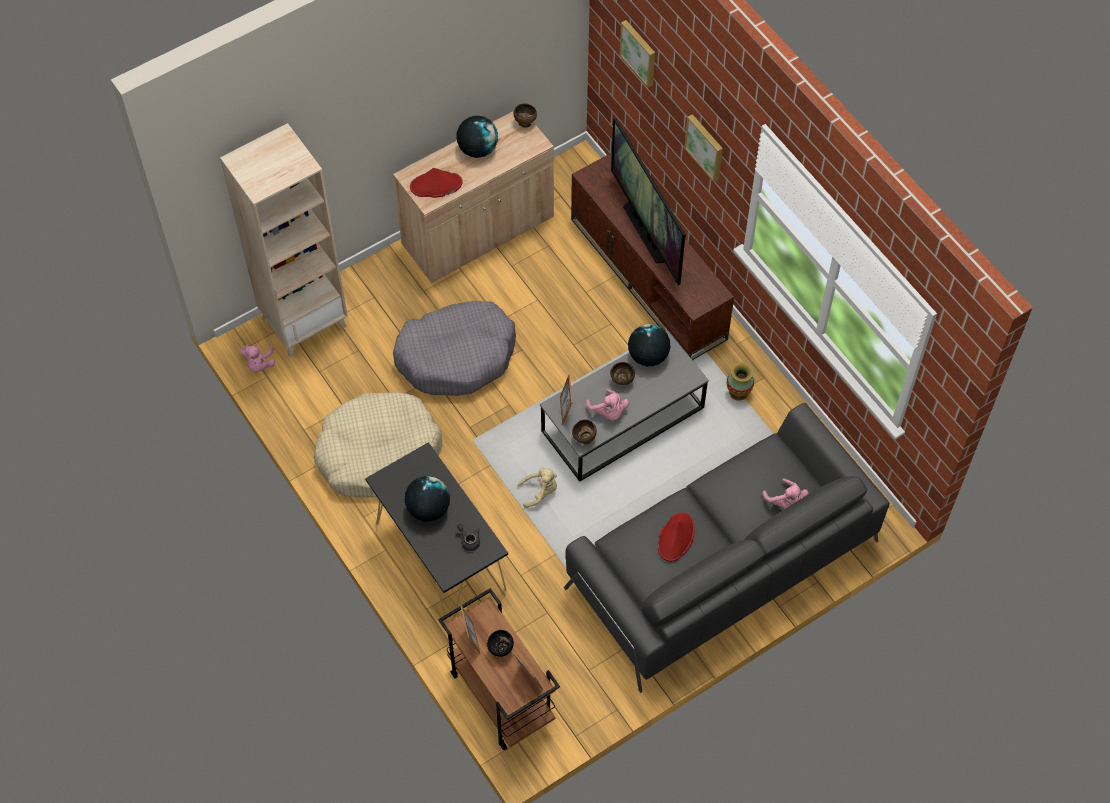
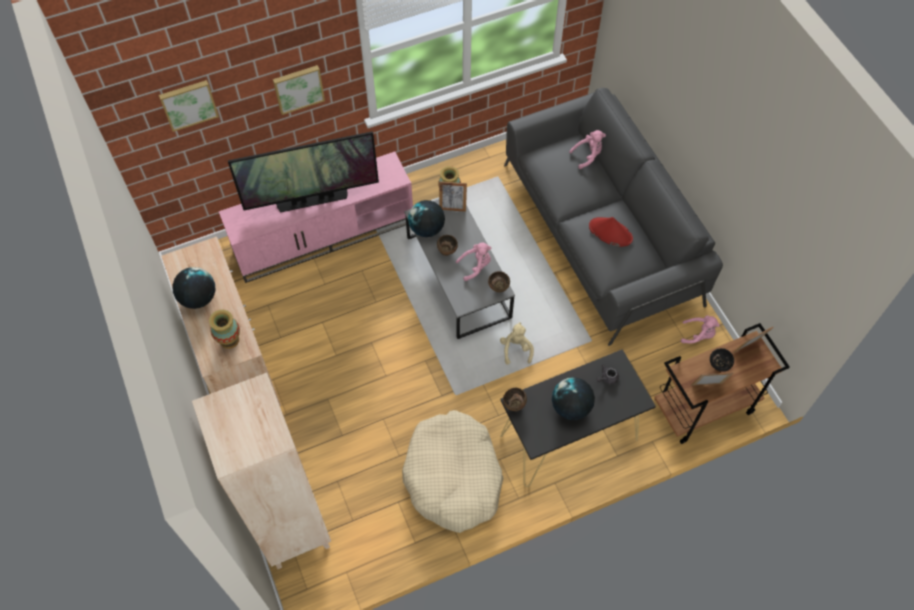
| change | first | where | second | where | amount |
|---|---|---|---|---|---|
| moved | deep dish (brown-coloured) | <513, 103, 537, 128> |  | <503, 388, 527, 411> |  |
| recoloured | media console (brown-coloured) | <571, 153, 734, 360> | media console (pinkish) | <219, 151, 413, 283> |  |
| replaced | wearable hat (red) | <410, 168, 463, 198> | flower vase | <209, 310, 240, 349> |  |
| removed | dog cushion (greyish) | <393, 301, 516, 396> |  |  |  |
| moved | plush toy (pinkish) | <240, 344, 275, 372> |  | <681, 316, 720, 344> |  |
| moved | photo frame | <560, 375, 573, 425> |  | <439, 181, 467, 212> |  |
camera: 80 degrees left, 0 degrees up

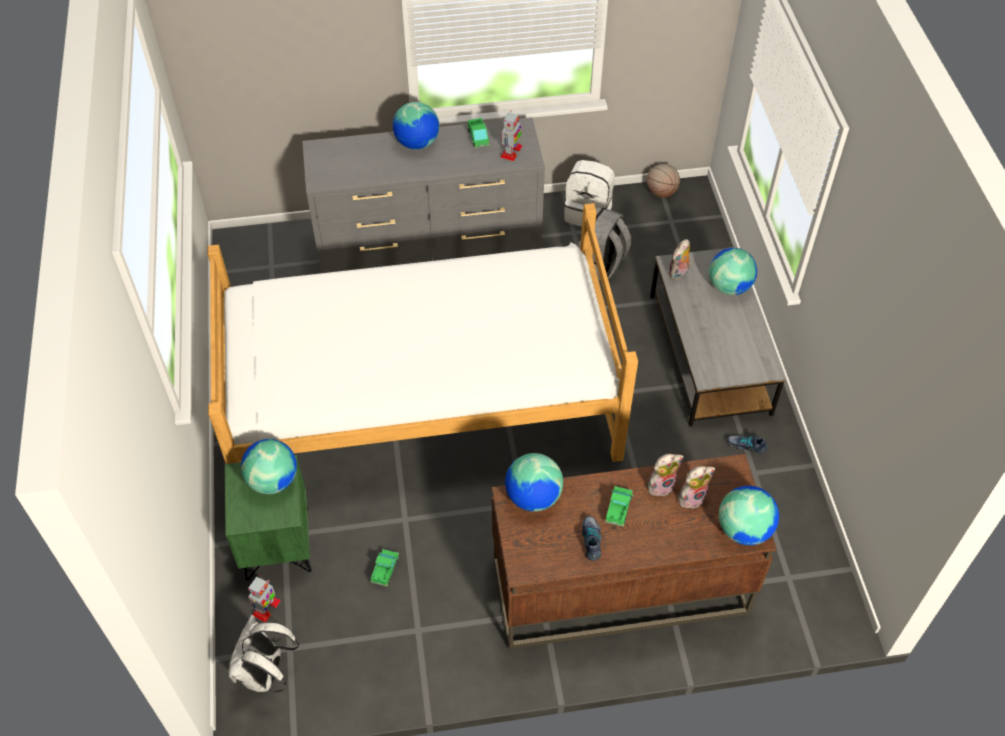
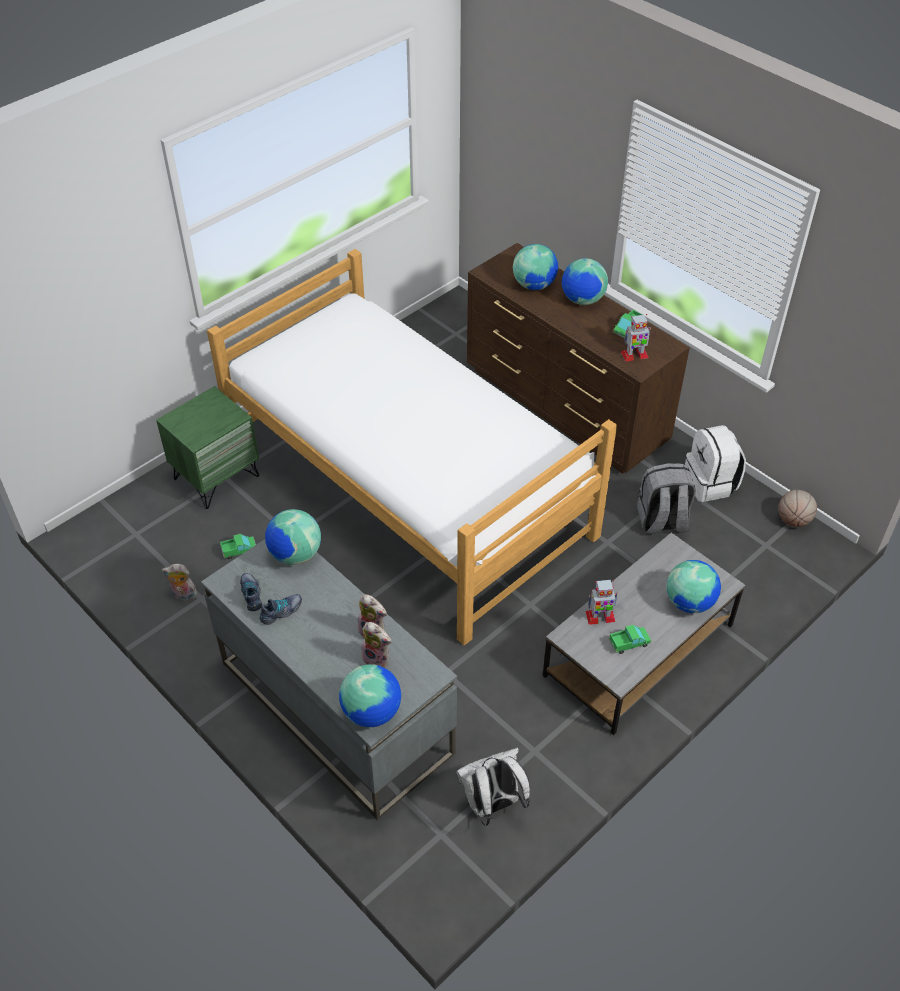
| change | first | where | second | where | amount |
|---|---|---|---|---|---|
| recoloured | drawer chest (greyish) | <302, 117, 545, 273> | drawer chest (brown-coloured) | <467, 243, 690, 474> |  |
| moved | plush toy | <668, 239, 691, 280> |  | <162, 564, 197, 601> |  |
| moved | shoe | <727, 435, 767, 454> |  | <240, 573, 262, 611> |  |
| moved | desk globe | <241, 439, 297, 494> |  | <513, 244, 558, 290> |  |
| recoloured | desk (brown-coloured) | <492, 454, 777, 650> | desk (greyish) | <201, 539, 457, 820> |  |
| moved | toy truck | <605, 486, 634, 527> |  | <609, 625, 652, 654> |  |
| moved | robot figure | <248, 574, 281, 622> |  | <586, 580, 618, 625> |  |
| moved | rucksack (whitish) | <229, 615, 299, 692> |  | <456, 748, 530, 826> |  |
camera: 55 degrees right, 5 degrees down

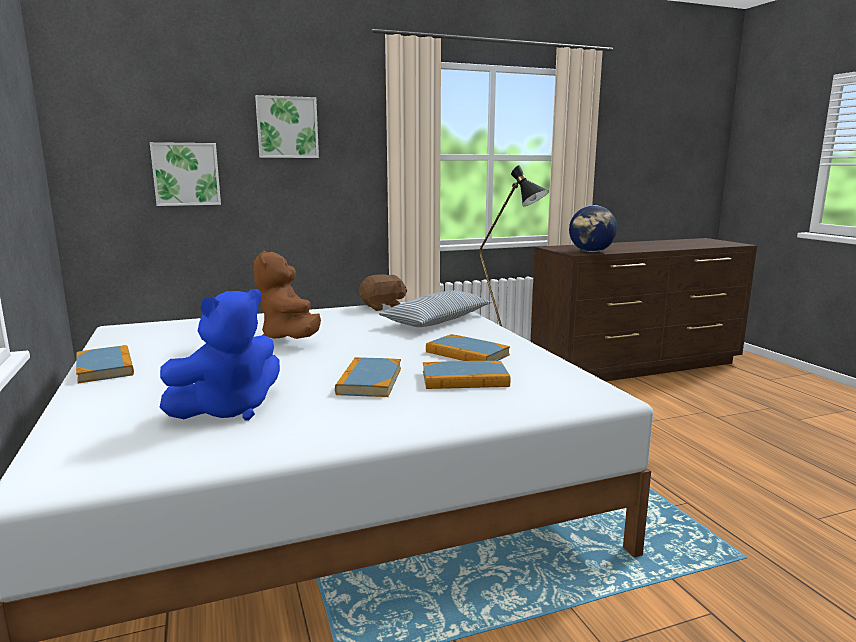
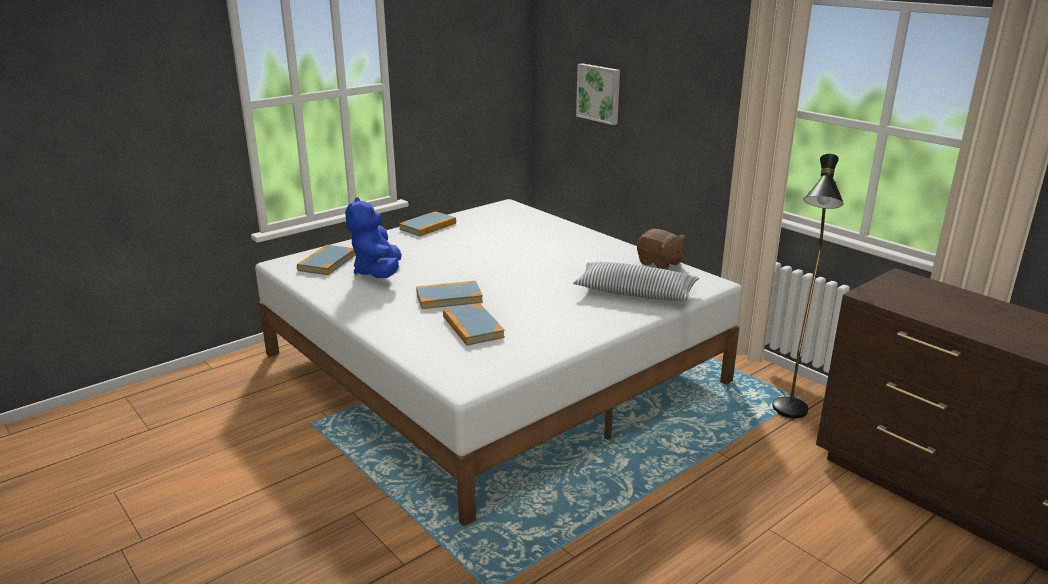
| change | first | where | second | where | amount |
|---|---|---|---|---|---|
| removed | picture | <255, 95, 319, 158> |  |  |  |
| removed | desk globe | <569, 205, 617, 252> |  |  |  |
| removed | plush toy (brown-coloured) | <254, 251, 321, 339> |  |  |  |
| turned | plush toy (bluish) | <159, 289, 280, 420> |  | <345, 197, 402, 278> | 60 degrees clockwise |
| moved | bound book | <426, 334, 510, 361> |  | <297, 245, 355, 275> |  |
camera: 70 degrees right, 10 degrees up

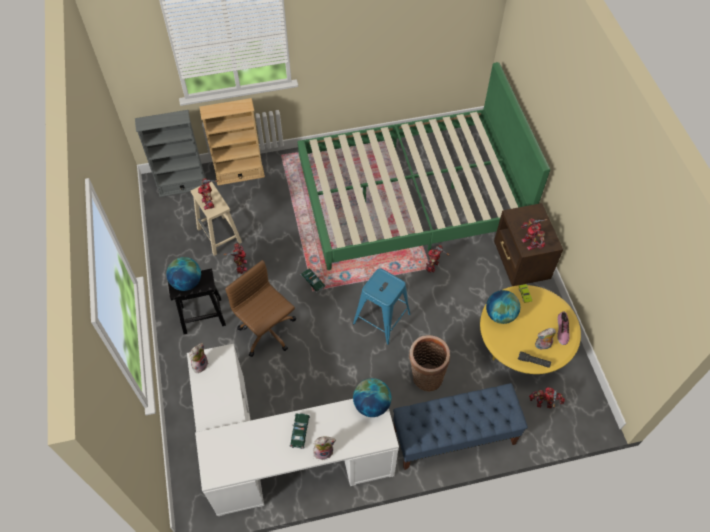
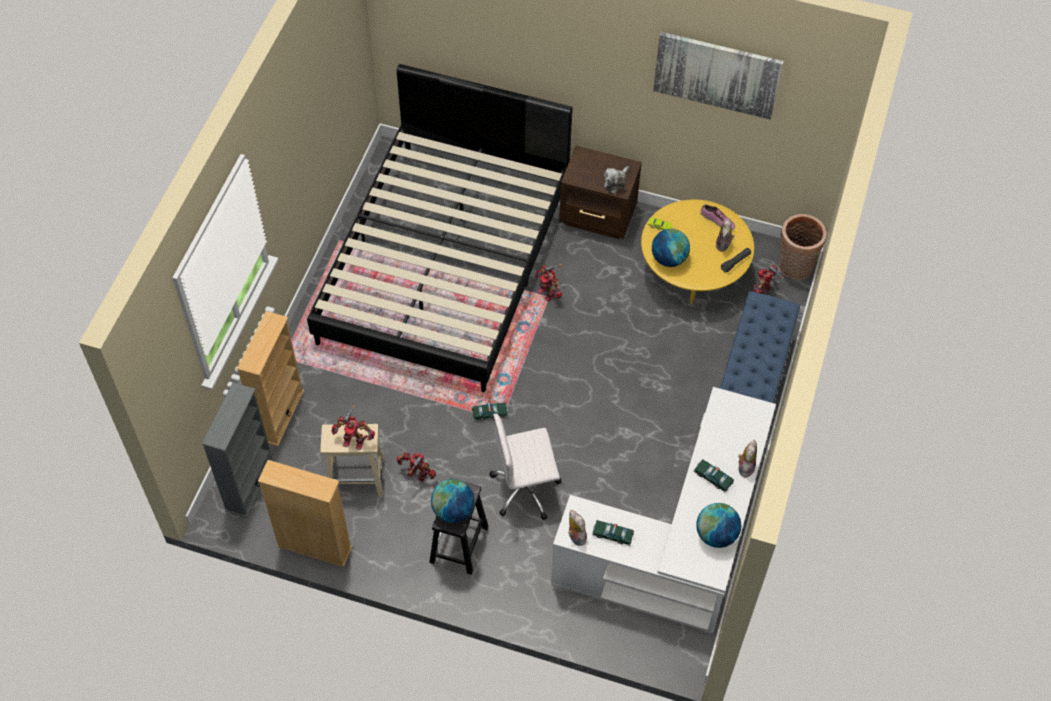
| change | first | where | second | where | amount |
|---|---|---|---|---|---|
| recoloured | bedroom bed (greenish) | <298, 62, 550, 270> | bedroom bed (black) | <307, 64, 573, 392> |  |
| replaced | robot figure | <521, 218, 548, 250> | plush toy | <604, 166, 629, 194> |  |
| recoloured | computer chair (brown-coloured) | <225, 260, 296, 357> | computer chair (whitish) | <490, 414, 561, 520> |  |
| removed | sitting stool (bluish) | <353, 268, 410, 345> |  |  |  |
| moved | storage basket | <409, 335, 450, 392> |  | <779, 214, 827, 280> |  |
| moved | desk globe | <353, 378, 391, 417> |  | <696, 503, 741, 548> |  |
| added |  |  | picture | <653, 32, 784, 120> |  |
| added |  |  | bookshelf (sand-coloured) | <258, 460, 352, 567> |  |
| added |  |  | model car | <592, 520, 634, 546> |  |
camera: 60 degrees left, 0 degrees up

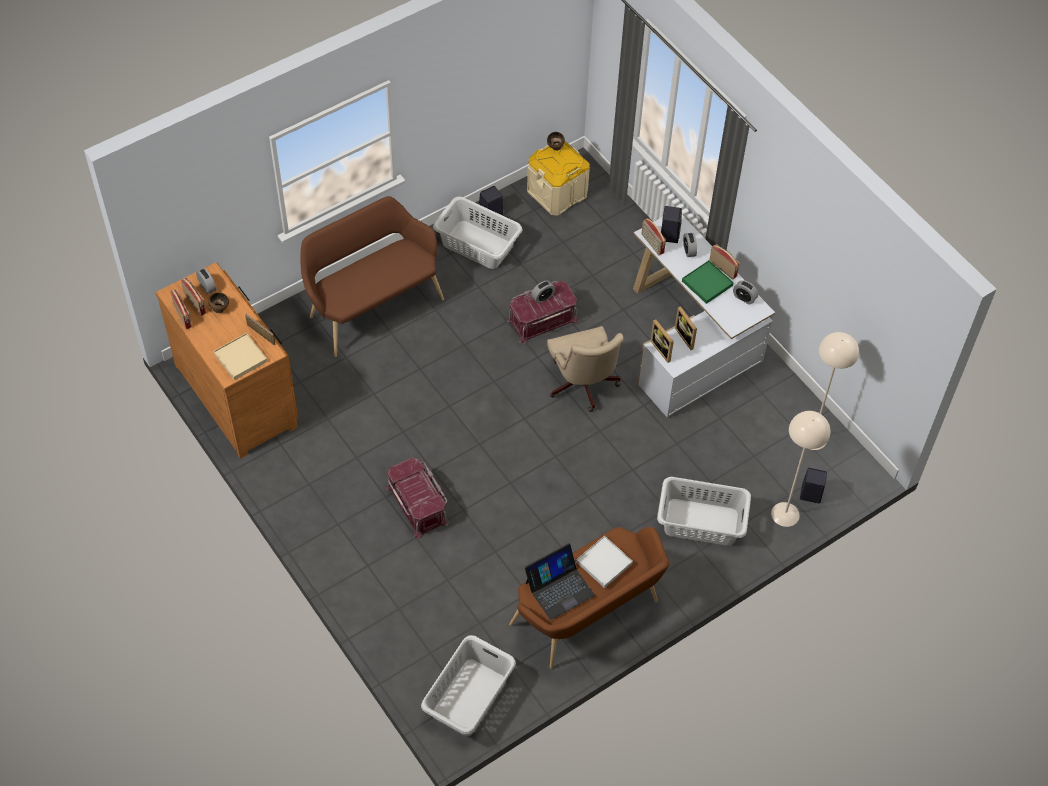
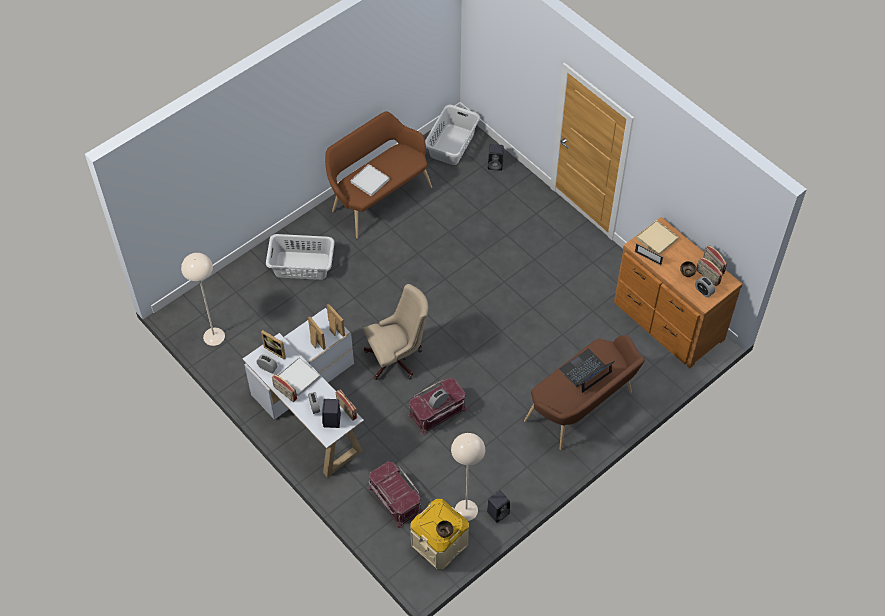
| change | first | where | second | where | amount |
|---|---|---|---|---|---|
| removed | hamper (greyish) | <433, 197, 522, 269> |  |  |  |
| recoloured | tray (greenish) | <682, 260, 734, 304> | tray (whitish) | <278, 357, 321, 396> |  |
| turned | computer chair (sand-coloured) | <547, 326, 624, 412> |  | <363, 284, 428, 380> | 90 degrees clockwise |
| moved | standard lamp (sand-coloured) | <771, 411, 830, 527> |  | <451, 433, 485, 521> |  |
| moved | storage bin (red) | <386, 458, 449, 539> |  | <368, 462, 423, 528> |  |
| moved | audio speaker (black) | <800, 468, 827, 503> |  | <488, 144, 504, 171> |  |
| moved | portable computer | <525, 543, 595, 620> |  | <559, 349, 616, 393> |  |
| added |  |  | photo frame | <261, 330, 286, 359> |  |
camera: 175 degrees right, 0 degrees up

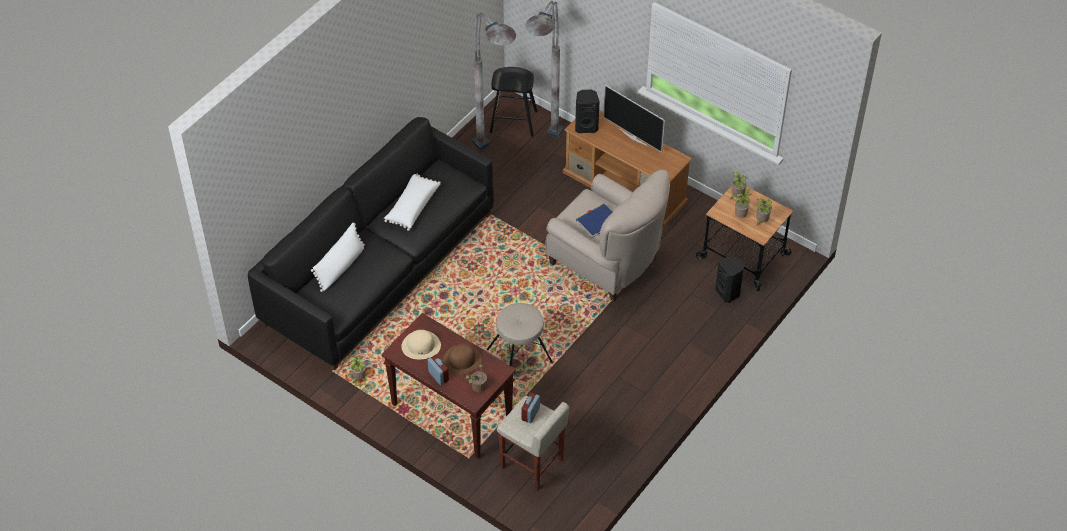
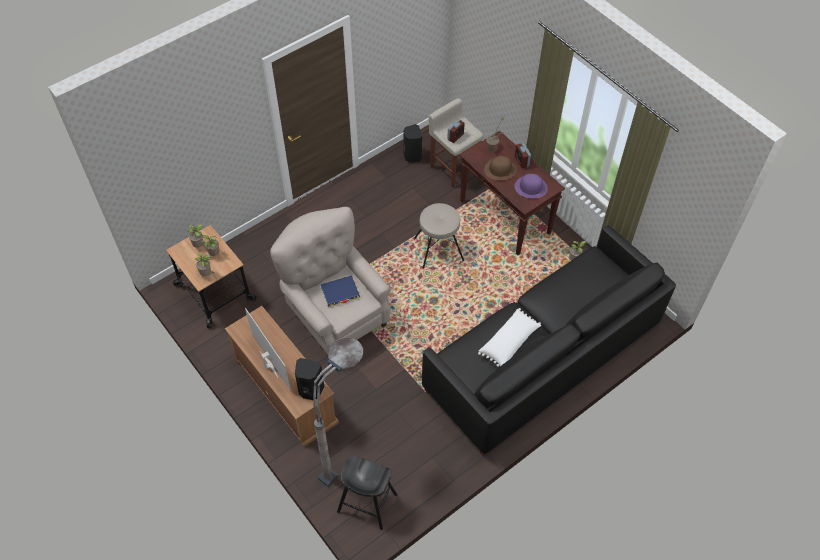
| change | first | where | second | where | amount |
|---|---|---|---|---|---|
| removed | standard lamp (greyish) | <472, 13, 516, 150> |  |  |  |
| removed | throw pillow (whitish) | <311, 223, 365, 292> |  |  |  |
| moved | audio speaker (black) | <715, 256, 744, 303> |  | <403, 124, 422, 162> |  |
| recoloured | wearable hat (sand-coloured) | <401, 330, 441, 359> | wearable hat (purple-coloured) | <515, 174, 548, 198> |  |
camera: 165 degrees left, 5 degrees up

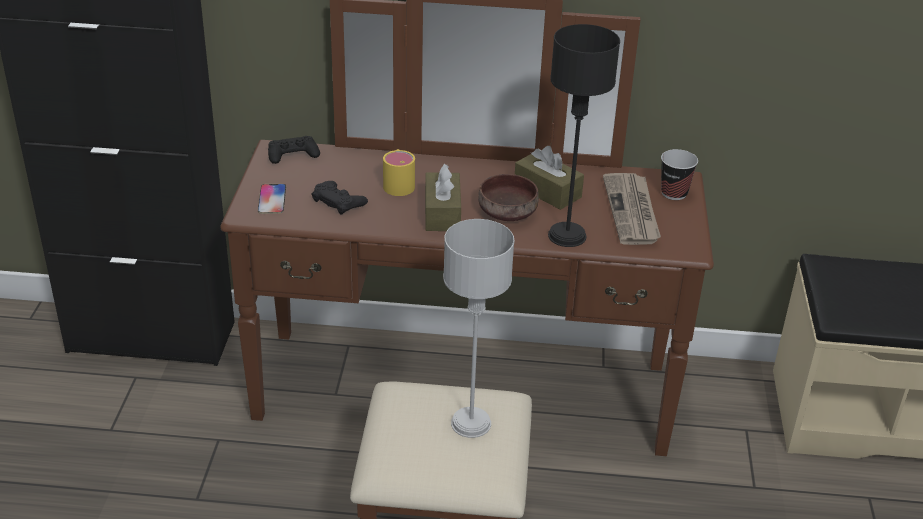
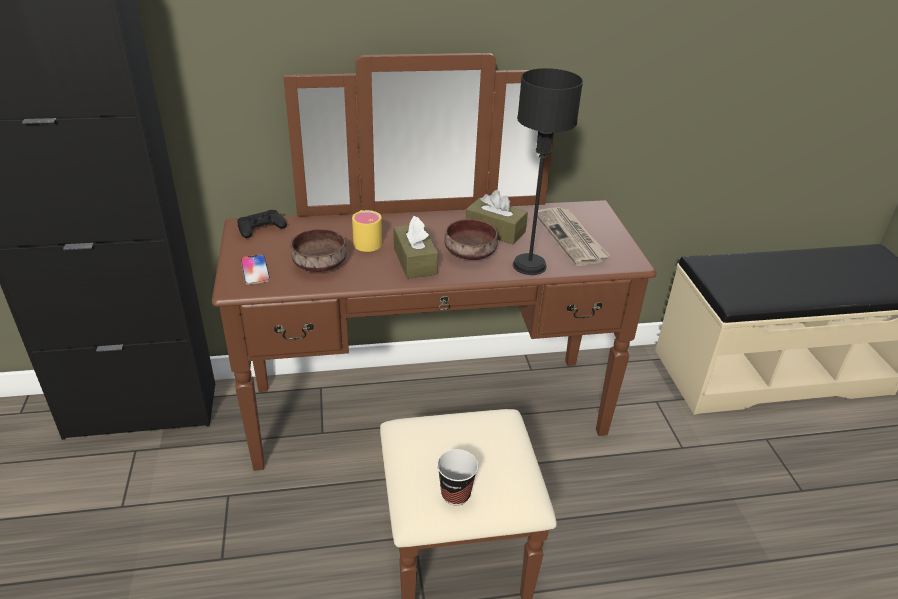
| change | first | where | second | where | amount |
|---|---|---|---|---|---|
| moved | small cup | <661, 149, 698, 200> |  | <437, 449, 478, 505> |  |
| replaced | gamepad (black) | <312, 181, 368, 215> | deep dish (brown-coloured) | <290, 229, 347, 272> |  |
| removed | tabletop lamp (greyish) | <443, 219, 514, 438> |  |  |  |
camera: 15 degrees left, 0 degrees up

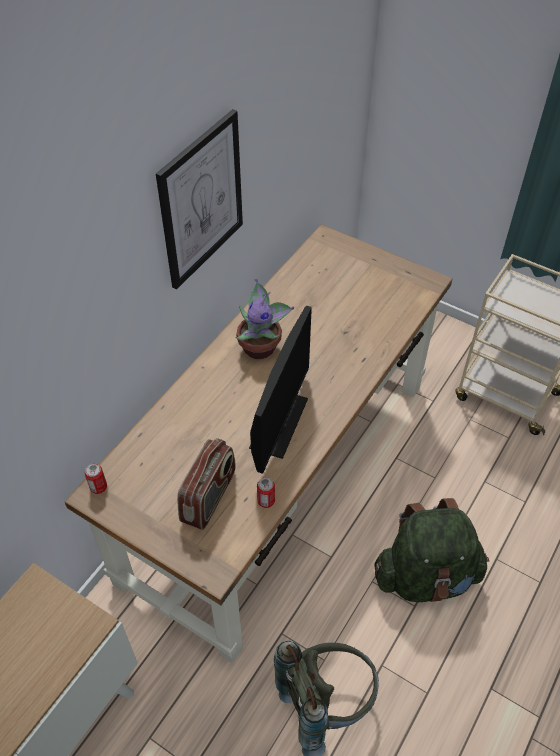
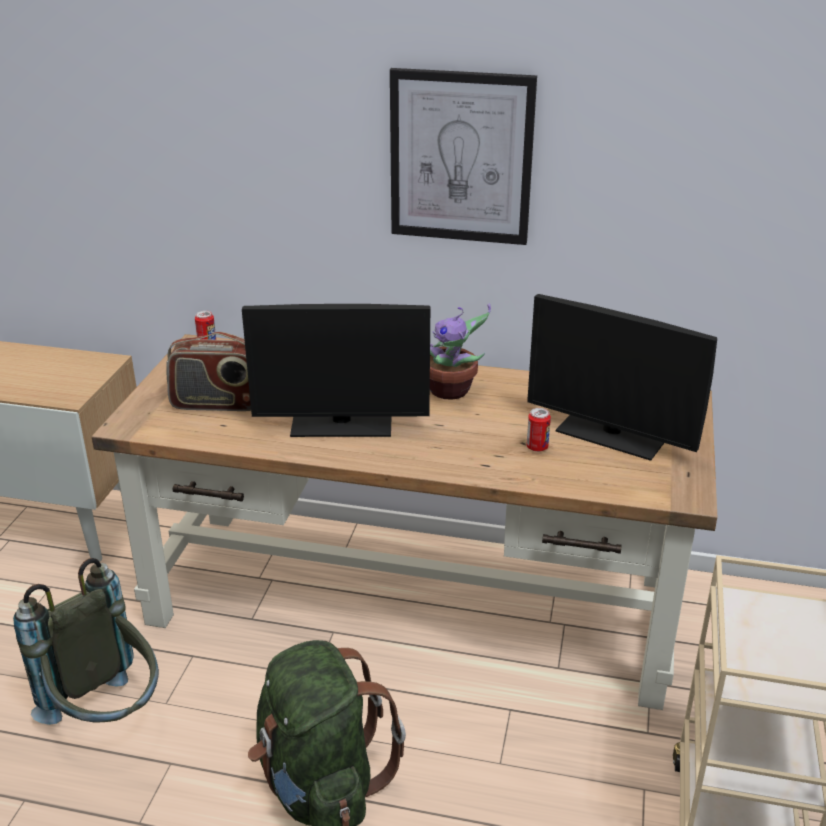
| change | first | where | second | where | amount |
|---|---|---|---|---|---|
| moved | sealed can | <257, 477, 275, 508> |  | <527, 408, 551, 452> |  |
| added |  |  | monitor | <527, 294, 717, 461> |  |
camera: 70 degrees right, 20 degrees down

